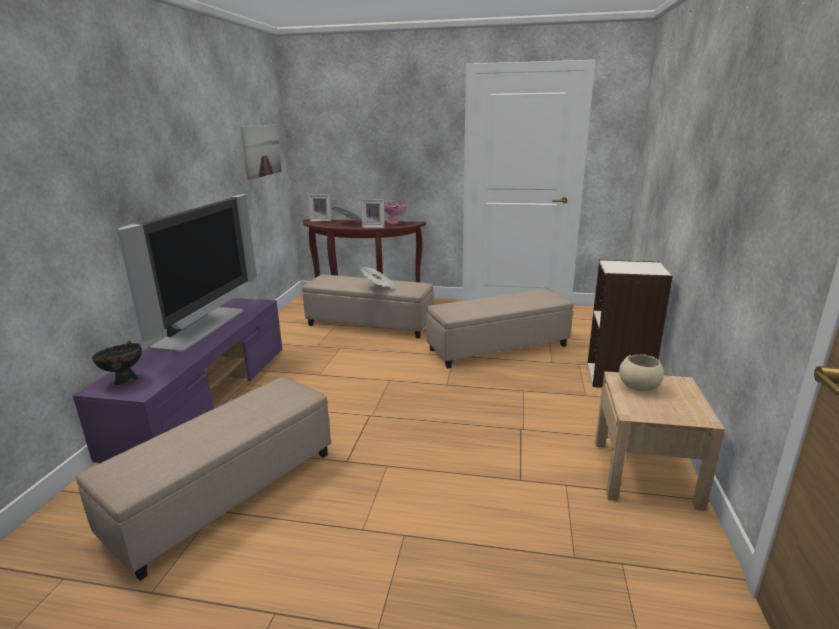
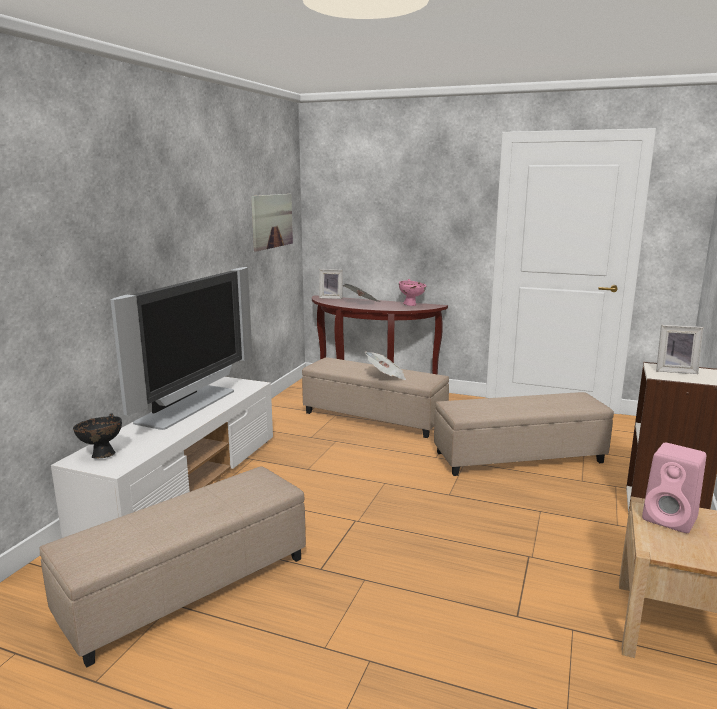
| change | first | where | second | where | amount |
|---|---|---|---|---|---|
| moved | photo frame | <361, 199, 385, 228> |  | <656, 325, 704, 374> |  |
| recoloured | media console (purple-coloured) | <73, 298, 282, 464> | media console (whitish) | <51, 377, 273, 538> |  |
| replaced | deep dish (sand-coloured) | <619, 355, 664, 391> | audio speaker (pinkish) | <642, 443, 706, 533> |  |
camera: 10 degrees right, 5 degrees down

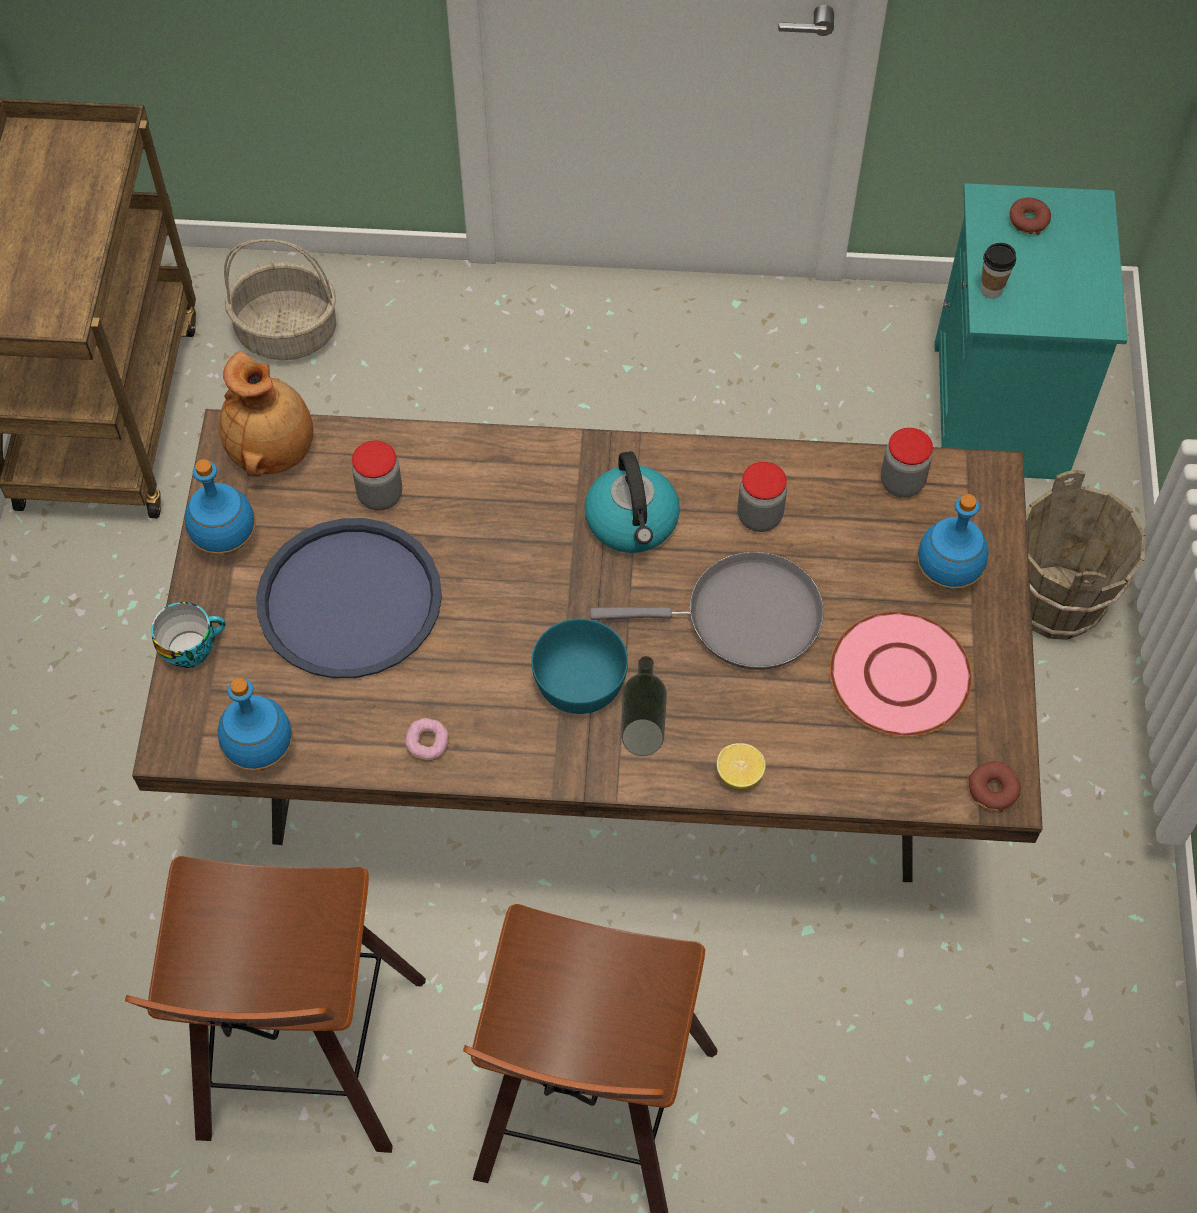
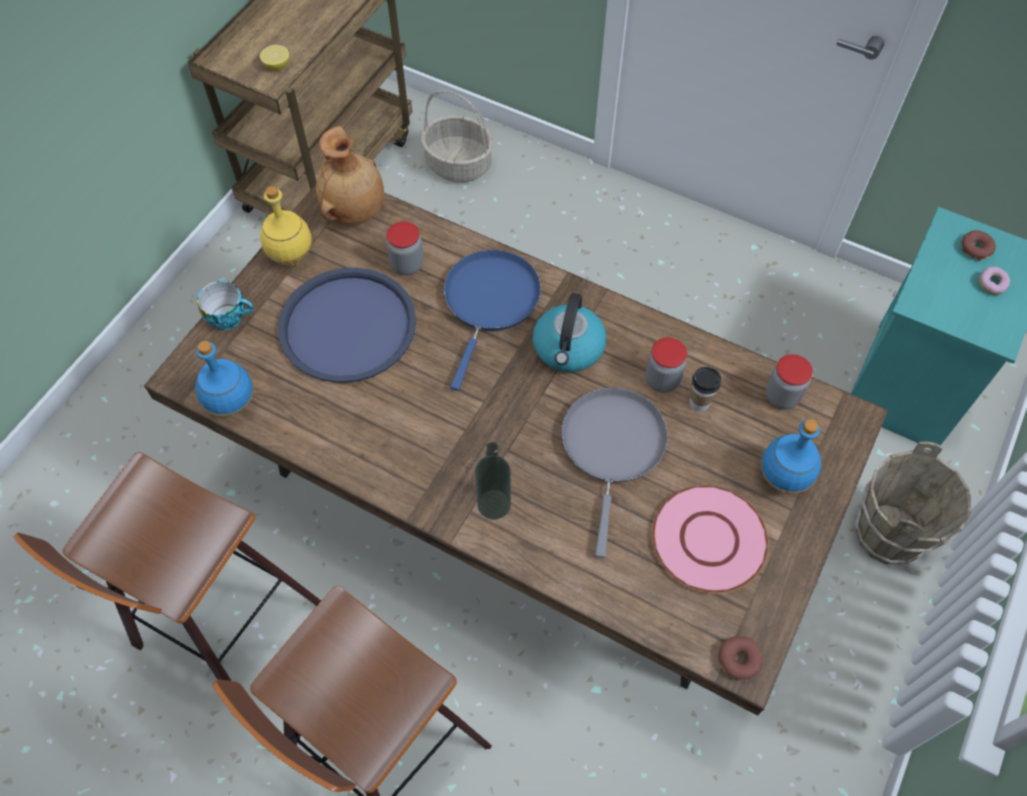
| change | first | where | second | where | amount |
|---|---|---|---|---|---|
| moved | small cup | <980, 243, 1016, 299> |  | <690, 367, 721, 411> |  |
| recoloured | bottle (bluish) | <185, 459, 256, 555> | bottle (yellowish) | <260, 186, 313, 266> |  |
| turned | frying pan (greyish) | <590, 552, 824, 670> |  | <562, 388, 668, 558> | 105 degrees counterclockwise |
| removed | deep dish (blue-green) | <531, 619, 628, 714> |  |  |  |
| moved | ring doughnut | <405, 718, 449, 762> |  | <979, 267, 1010, 295> |  |
| moved | lemon | <716, 743, 765, 789> |  | <260, 45, 290, 70> |  |
| added |  |  | frying pan (bluish) | <444, 250, 541, 391> |  |
camera: 25 degrees right, 0 degrees up

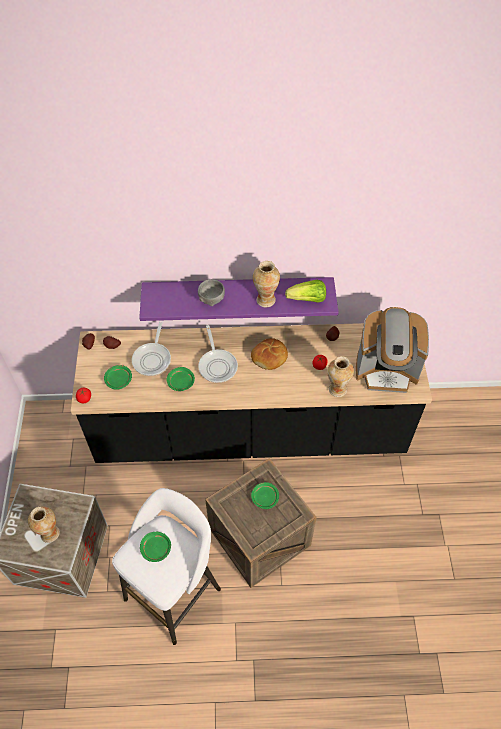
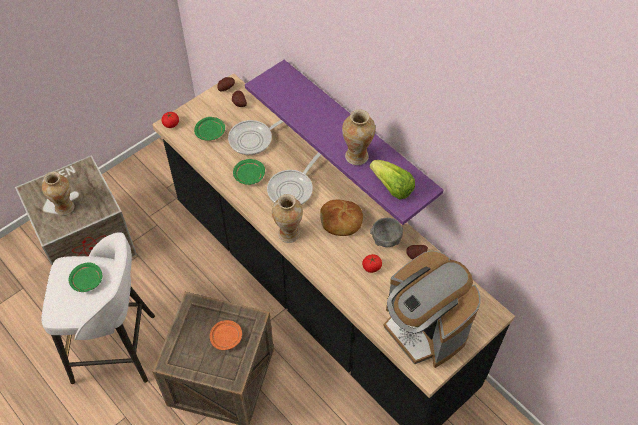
| change | first | where | second | where | amount |
|---|---|---|---|---|---|
| moved | deep dish (greyish) | <198, 279, 225, 306> |  | <370, 218, 403, 247> |  |
| moved | flower vase | <327, 356, 354, 397> |  | <272, 194, 303, 243> |  |
| recoloured | flat dish (greenish) | <251, 482, 279, 509> | flat dish (orangey) | <210, 320, 242, 350> |  |
camera: 50 degrees right, 0 degrees up

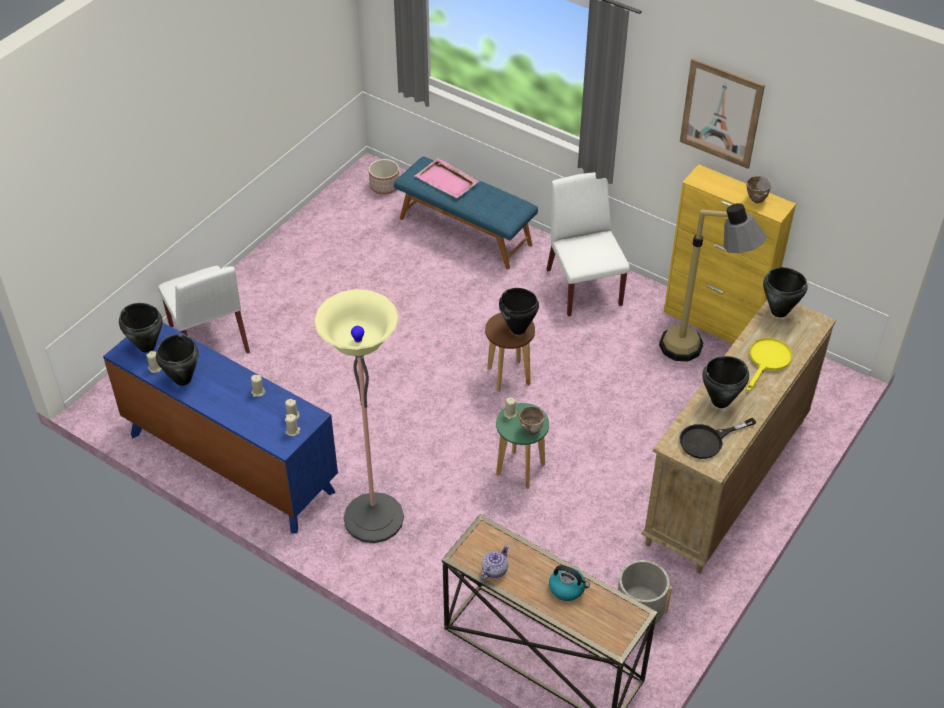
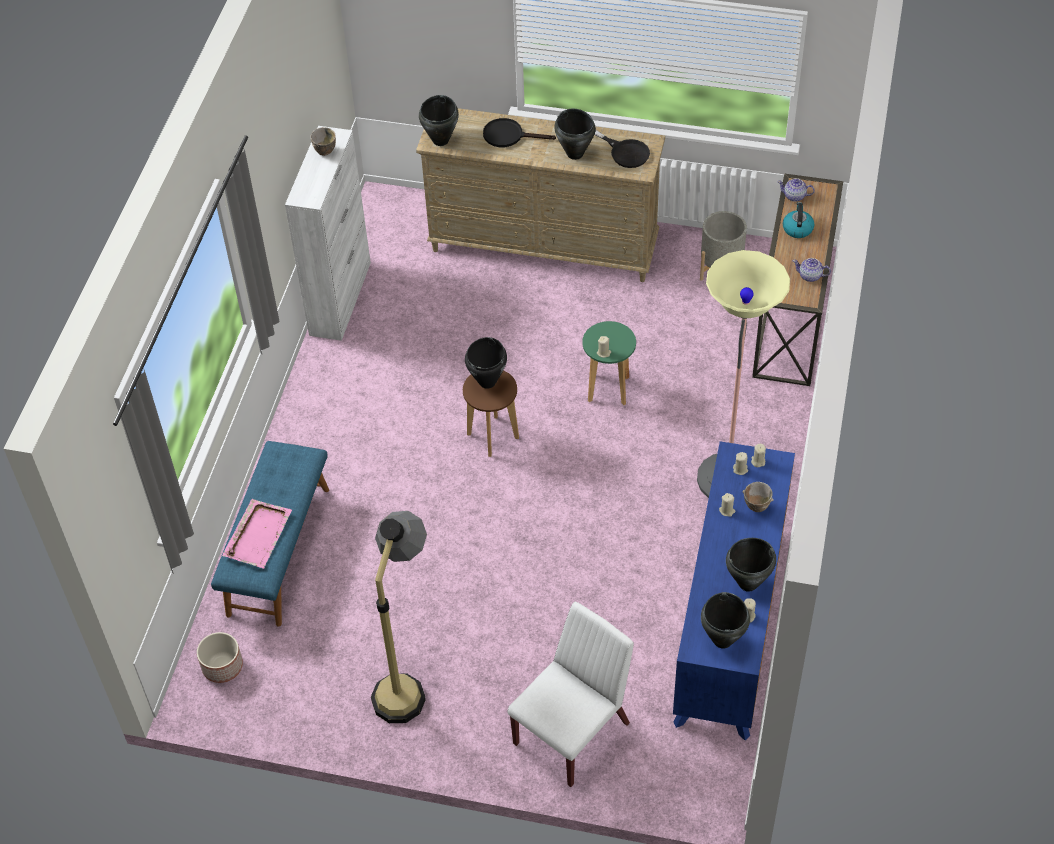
| change | first | where | second | where | amount |
|---|---|---|---|---|---|
| removed | picture | <680, 58, 765, 169> |  |  |  |
| recoloured | cupboard (yellowish) | <664, 164, 796, 344> | cupboard (whitish) | <285, 126, 371, 341> |  |
| removed | plain chair (whitish) | <546, 172, 629, 316> |  |  |  |
| moved | standard lamp | <659, 203, 767, 362> |  | <371, 511, 427, 723> |  |
| recoloured | frying pan (yellowish) | <746, 338, 792, 392> | frying pan (black) | <483, 118, 556, 147> |  |
| moved | deep dish | <519, 406, 545, 435> |  | <743, 482, 774, 512> |  |
| added |  |  | tea pot | <777, 178, 815, 202> |  |
camera: 110 degrees left, 5 degrees up

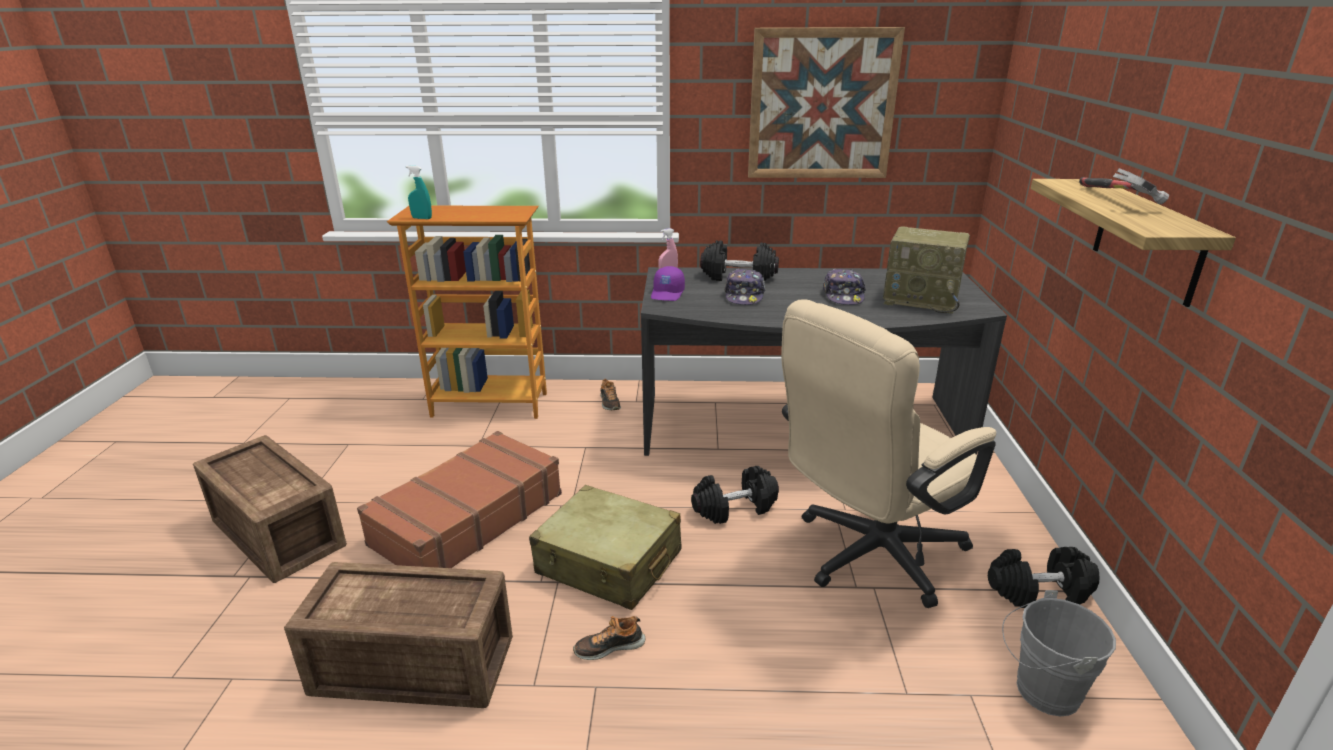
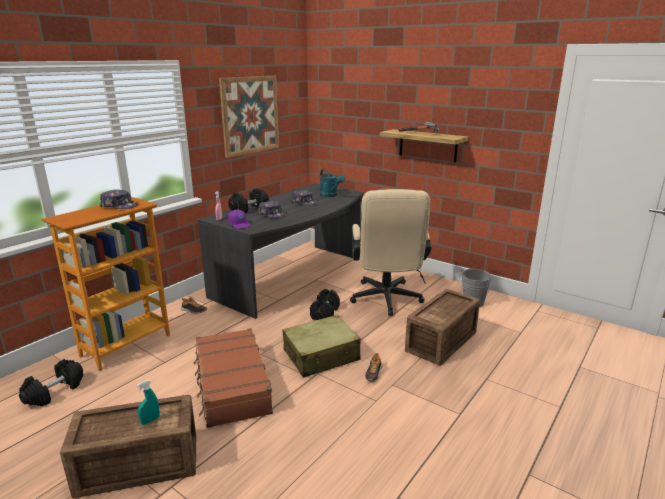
| change | first | where | second | where | amount |
|---|---|---|---|---|---|
| moved | hand sprayer (blue-green) | <406, 165, 432, 219> |  | <136, 380, 160, 425> |  |
| replaced | radio receiver | <883, 226, 970, 314> | watering can (blue-green) | <320, 169, 345, 197> |  |
| moved | hand weight (black) | <988, 547, 1099, 608> |  | <19, 359, 83, 407> |  |
| moved | shipping crate | <284, 562, 513, 708> |  | <405, 289, 480, 366> |  |
| added |  |  | cap | <100, 189, 138, 209> |  |
camera: 55 degrees left, 5 degrees down

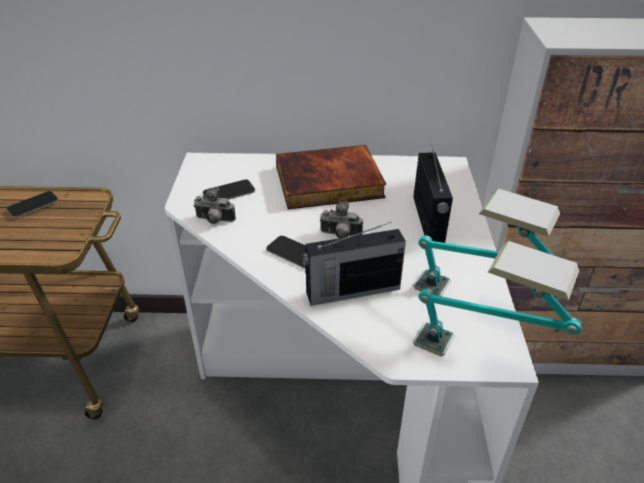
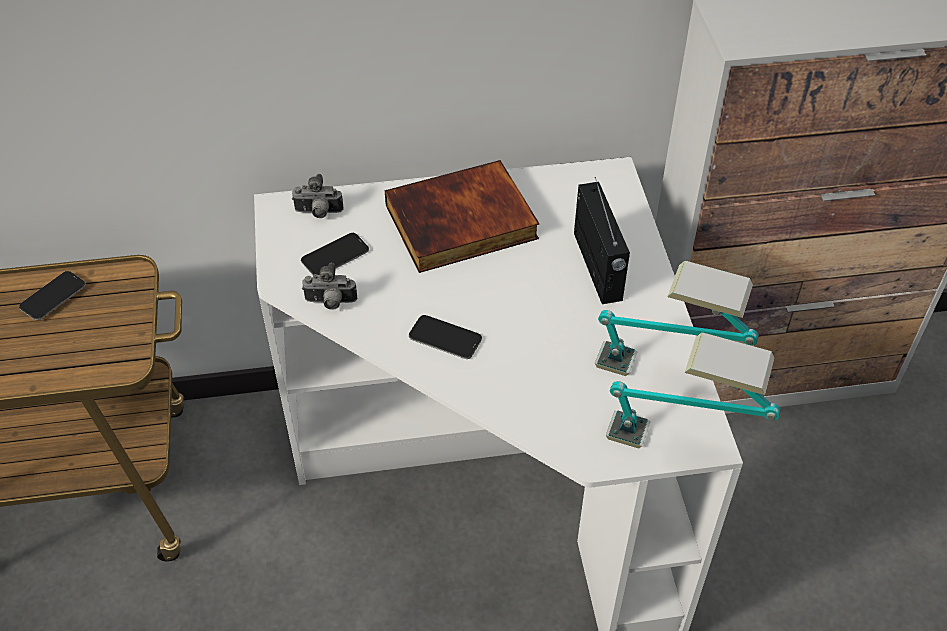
| change | first | where | second | where | amount |
|---|---|---|---|---|---|
| moved | still camera | <320, 201, 363, 238> |  | <292, 174, 344, 218> |  |
| removed | radio receiver | <302, 222, 406, 306> |  |  |  |
camera: 10 degrees left, 10 degrees up

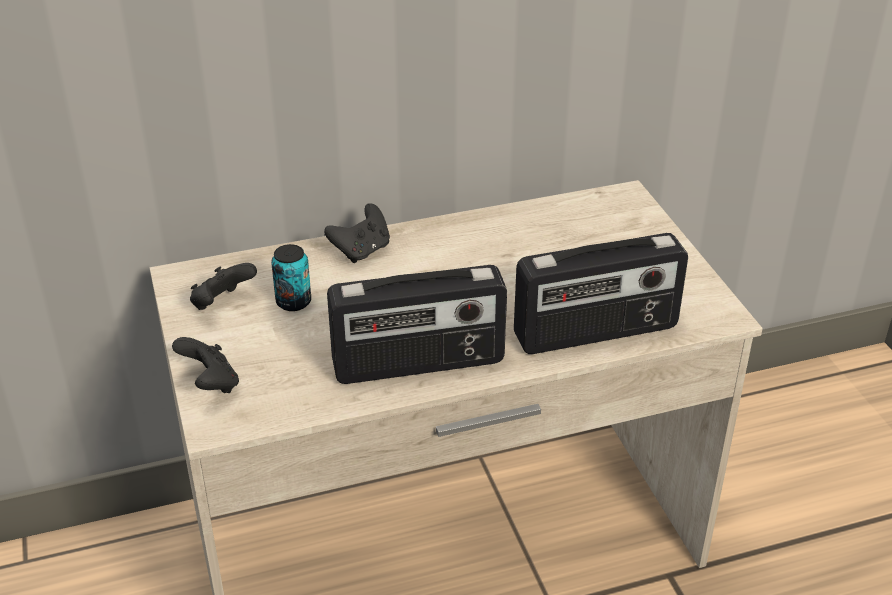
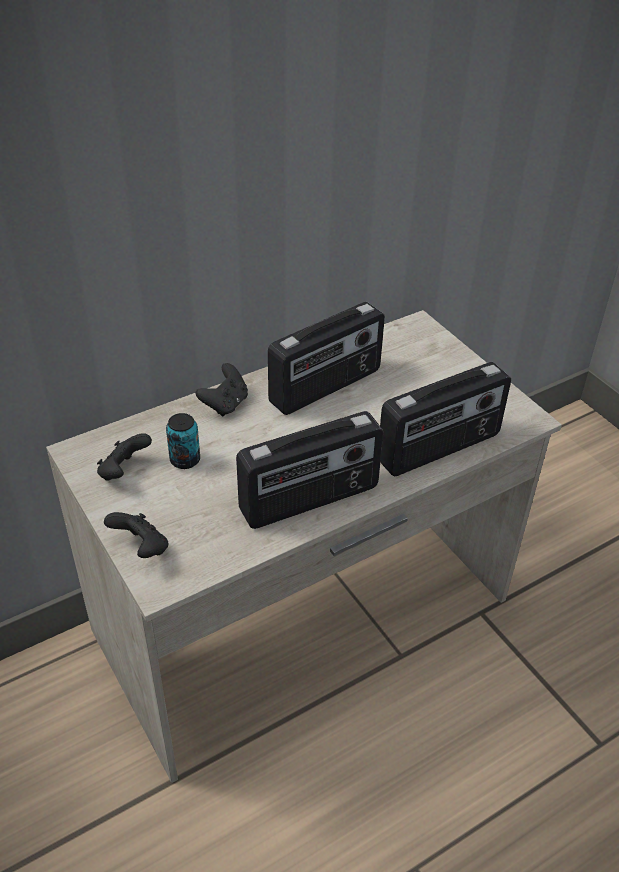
| change | first | where | second | where | amount |
|---|---|---|---|---|---|
| added |  |  | radio receiver | <268, 302, 385, 415> |  |
camera: 15 degrees left, 5 degrees up

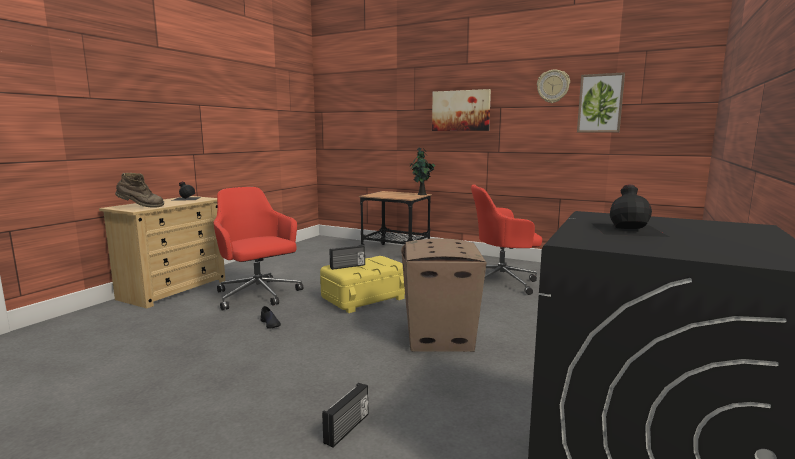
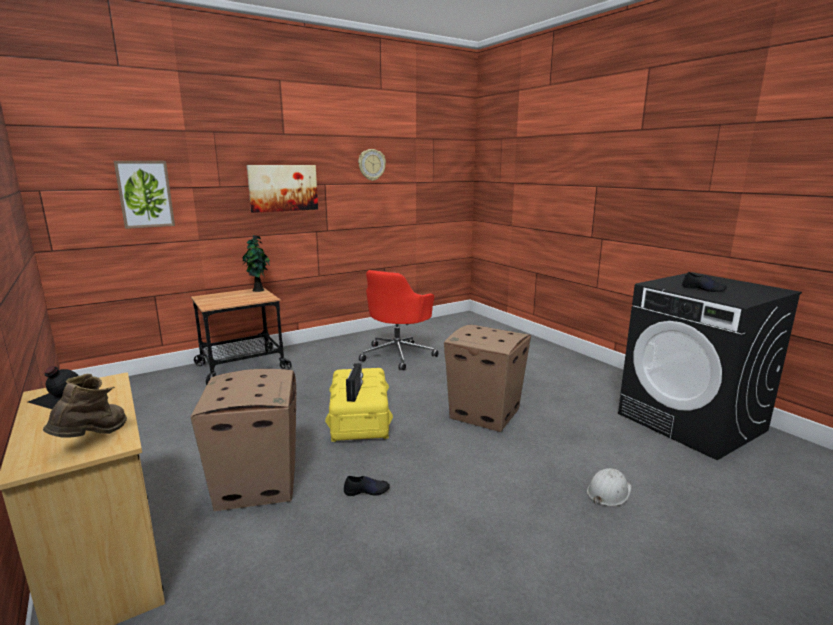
| change | first | where | second | where | amount |
|---|---|---|---|---|---|
| moved | picture | <577, 72, 625, 132> |  | <114, 161, 175, 229> |  |
| replaced | bottle (black) | <591, 184, 669, 237> | shoe (black) | <682, 272, 728, 292> |  |
| replaced | computer chair (red) | <214, 187, 303, 311> | packing box | <190, 369, 297, 511> |  |
| replaced | radio receiver | <322, 383, 368, 448> | safety helmet (whitish) | <587, 468, 631, 506> |  |
camera: 60 degrees left, 5 degrees up

